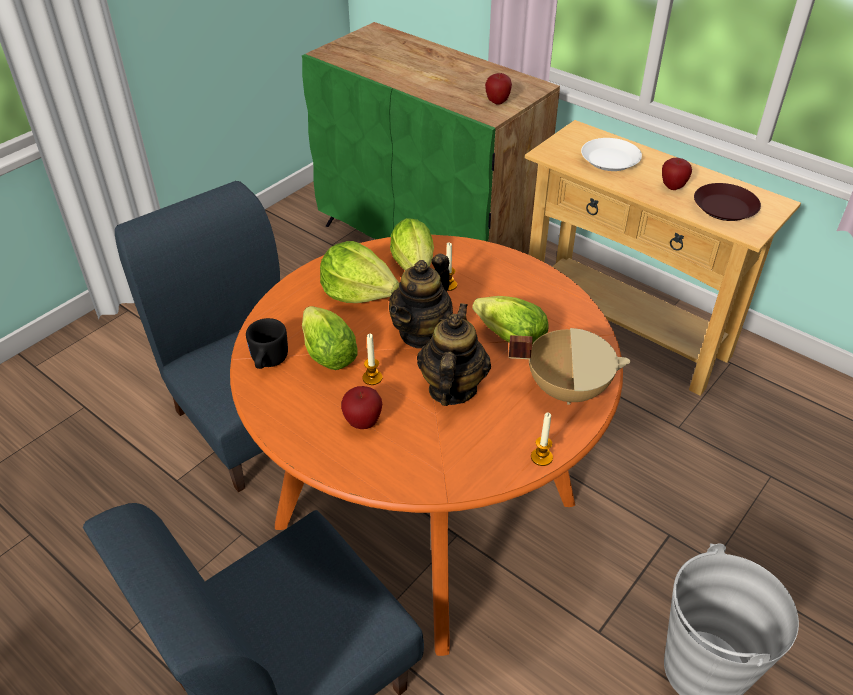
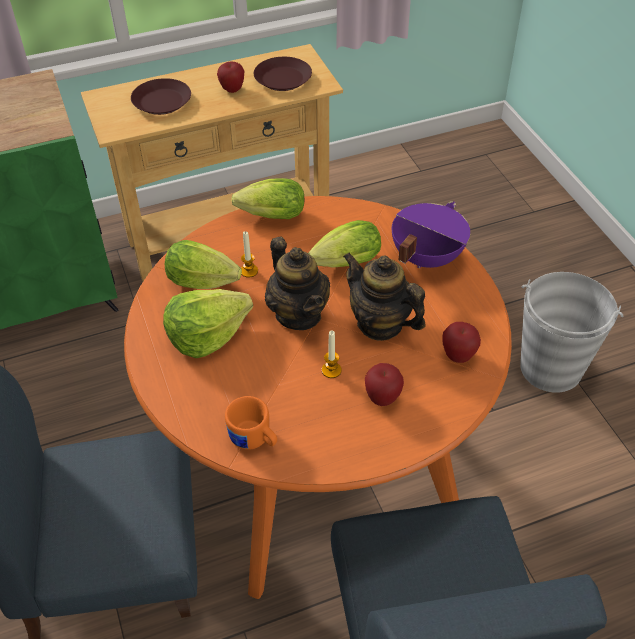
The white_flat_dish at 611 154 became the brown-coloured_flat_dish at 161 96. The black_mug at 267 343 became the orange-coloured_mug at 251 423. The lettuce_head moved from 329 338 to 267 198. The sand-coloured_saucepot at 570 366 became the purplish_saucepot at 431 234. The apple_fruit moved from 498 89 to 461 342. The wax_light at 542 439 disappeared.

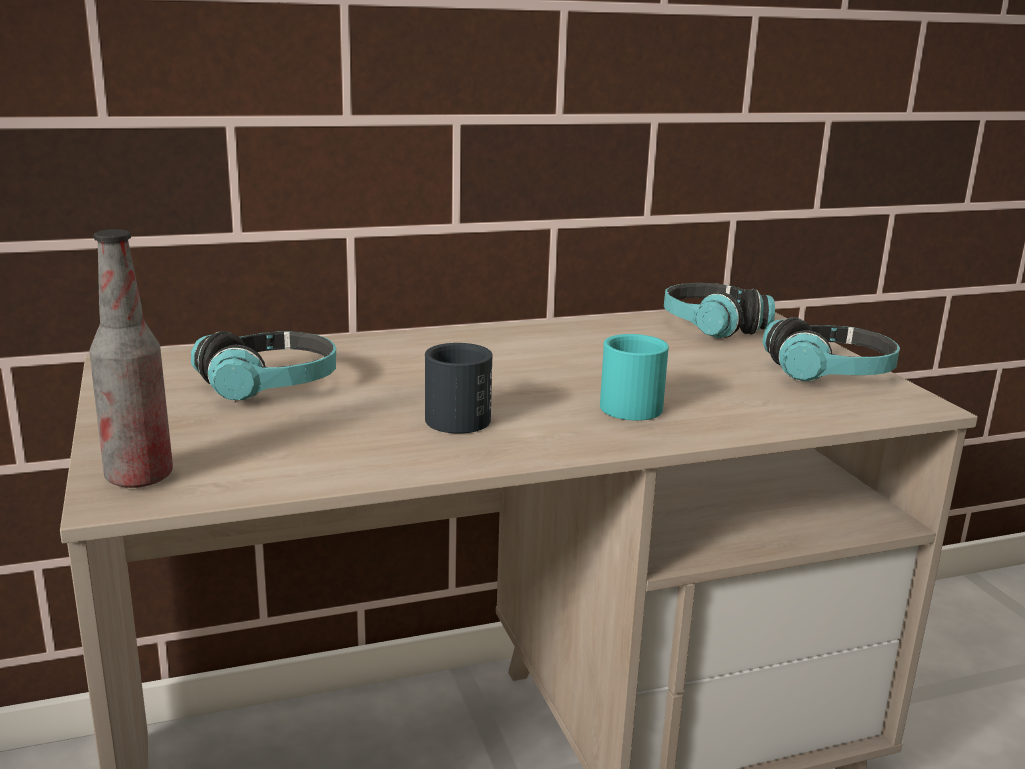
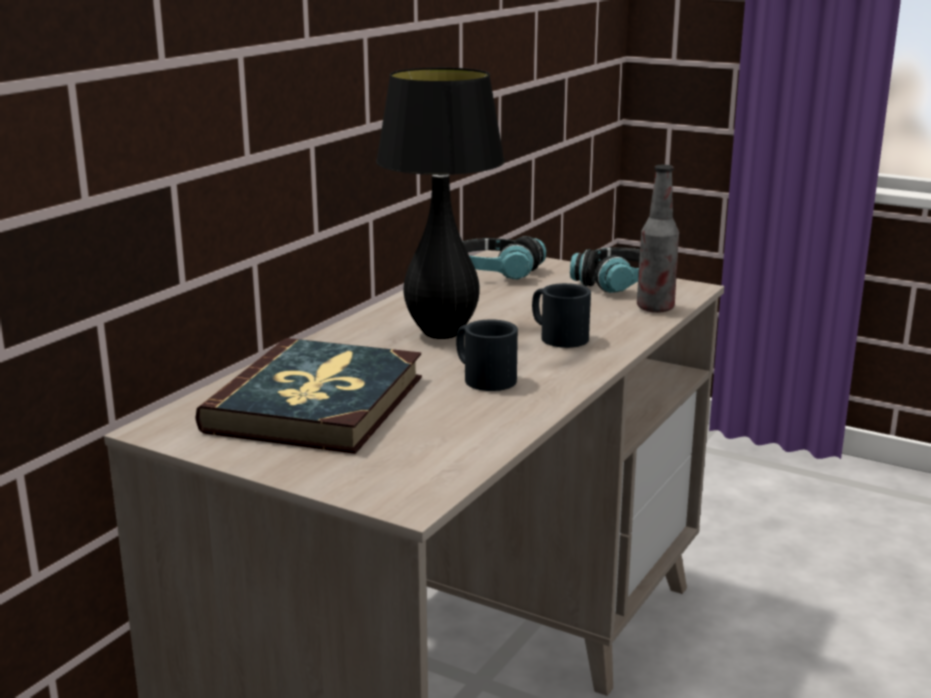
The headphones at 263 366 was replaced by the bound_book at 308 396. The black_table_lamp at 440 203 appeared. The blue-green_mug at 634 377 became the black_mug at 561 315. The drink_bottle moved from 131 358 to 658 239.

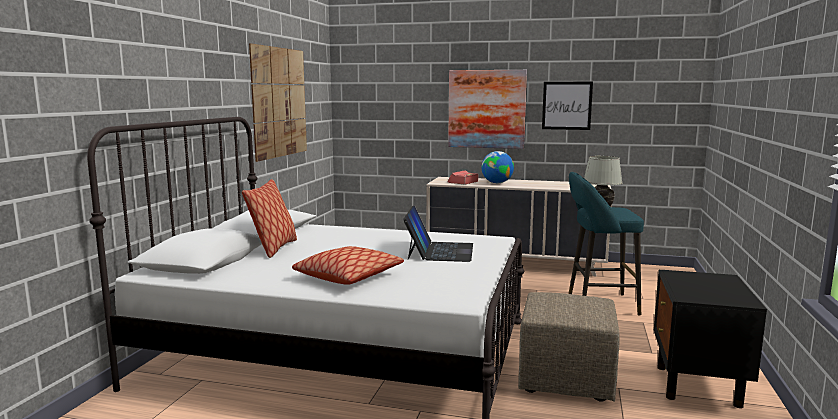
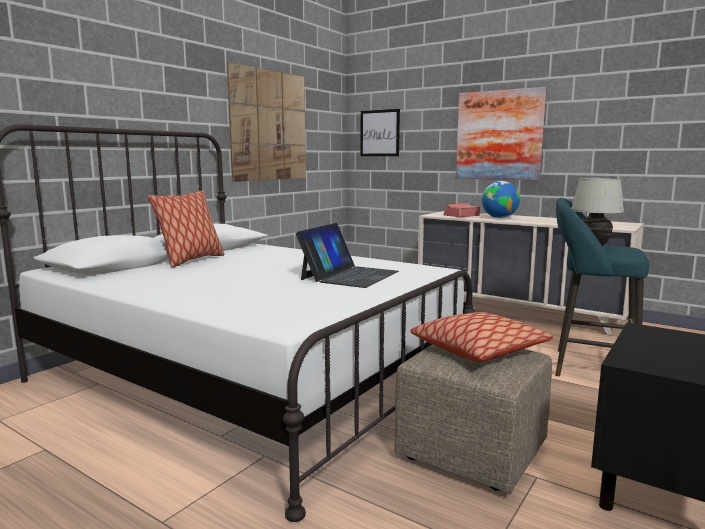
The wall_art moved from 567 106 to 380 132. The cushion moved from 348 265 to 481 337.

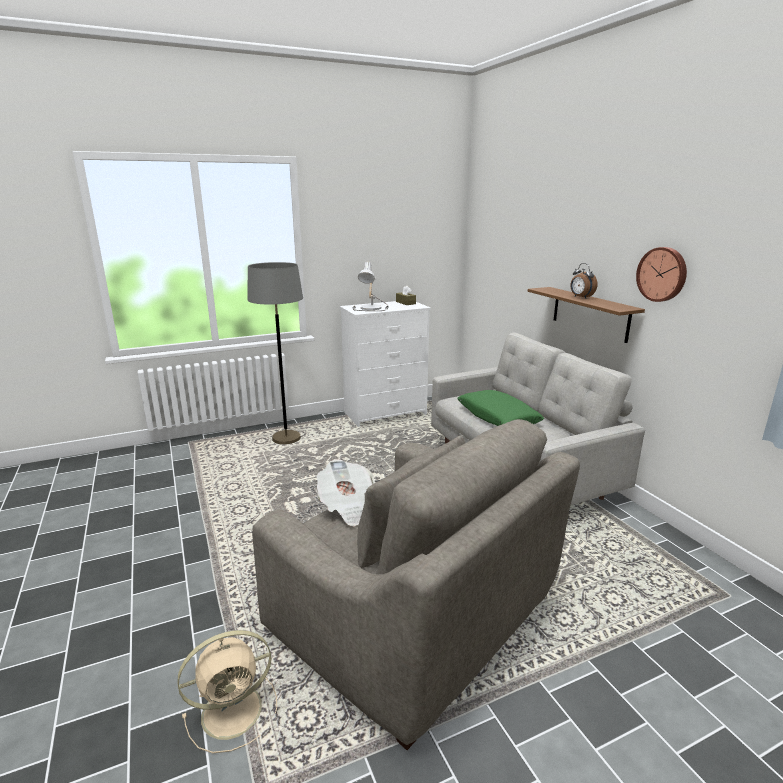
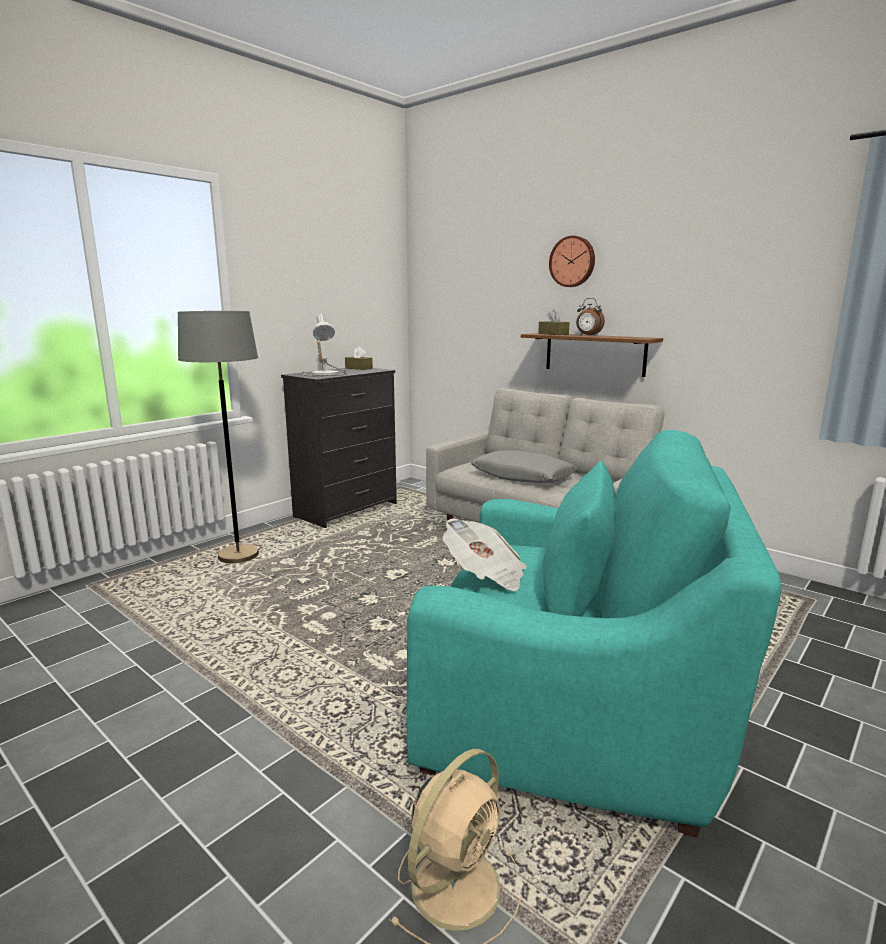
The white_dresser at 385 364 became the black_dresser at 339 448. The gray_easy_chair at 416 584 became the blue-green_easy_chair at 594 633. The green-coloured_cushion at 500 408 became the gray_cushion at 524 466. The brown-coloured_tissue_box at 554 322 appeared. The hanging_clock moved from 661 274 to 572 261.

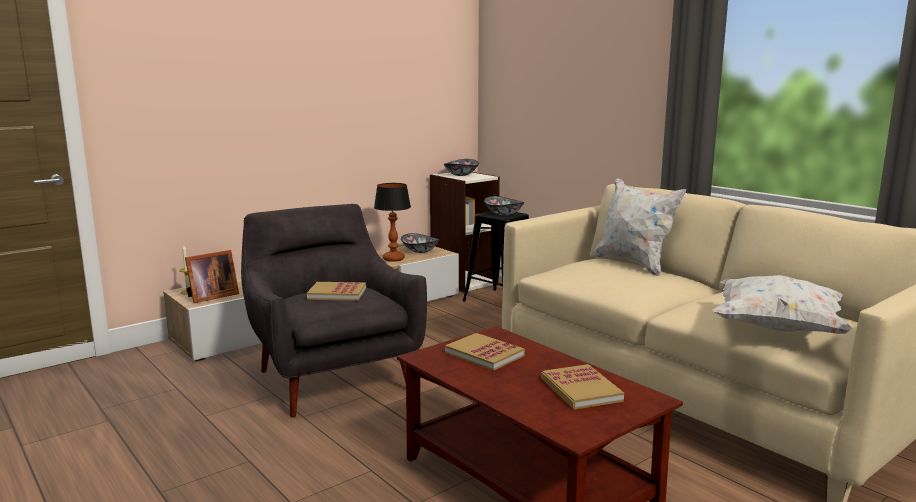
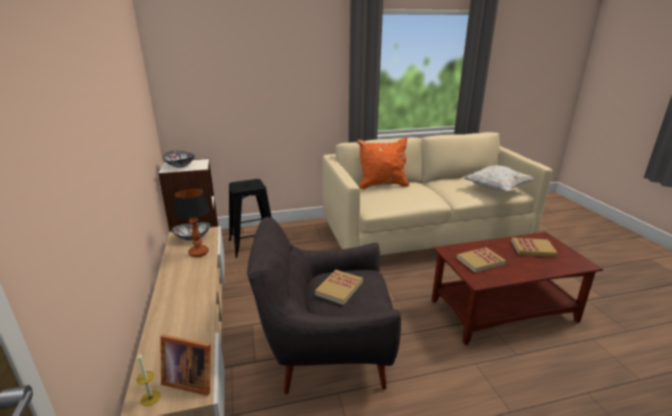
The picture_frame at 212 276 turned 120 degrees clockwise. The white_cushion at 639 227 became the orange-coloured_cushion at 383 163. The serving_bowl at 504 206 disappeared.

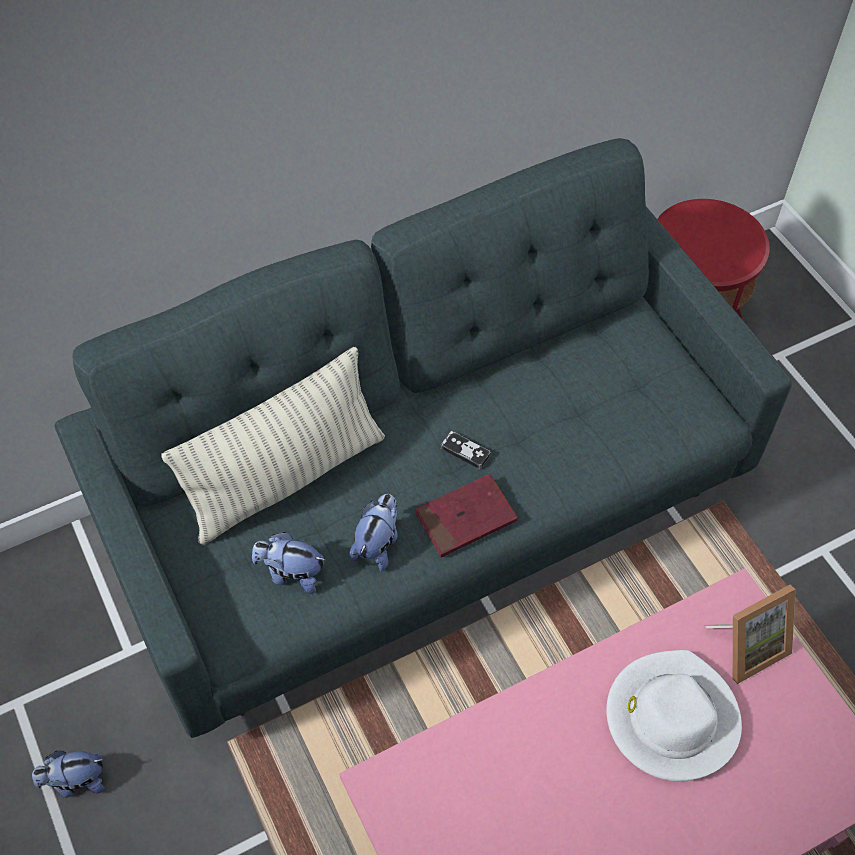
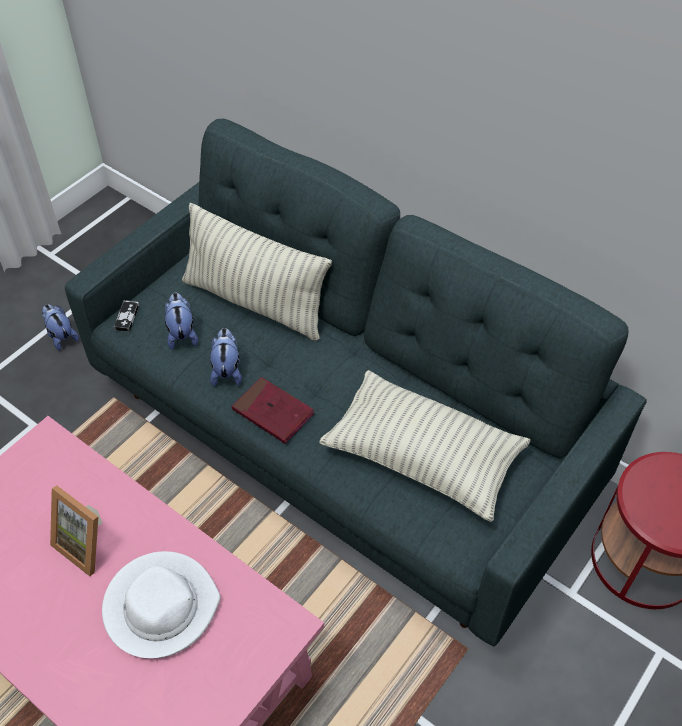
The picture_frame moved from 750 634 to 76 531. The game_controller moved from 466 450 to 126 316. The cuddly_toy at 374 532 turned 90 degrees counterclockwise. The cushion at 425 446 appeared.

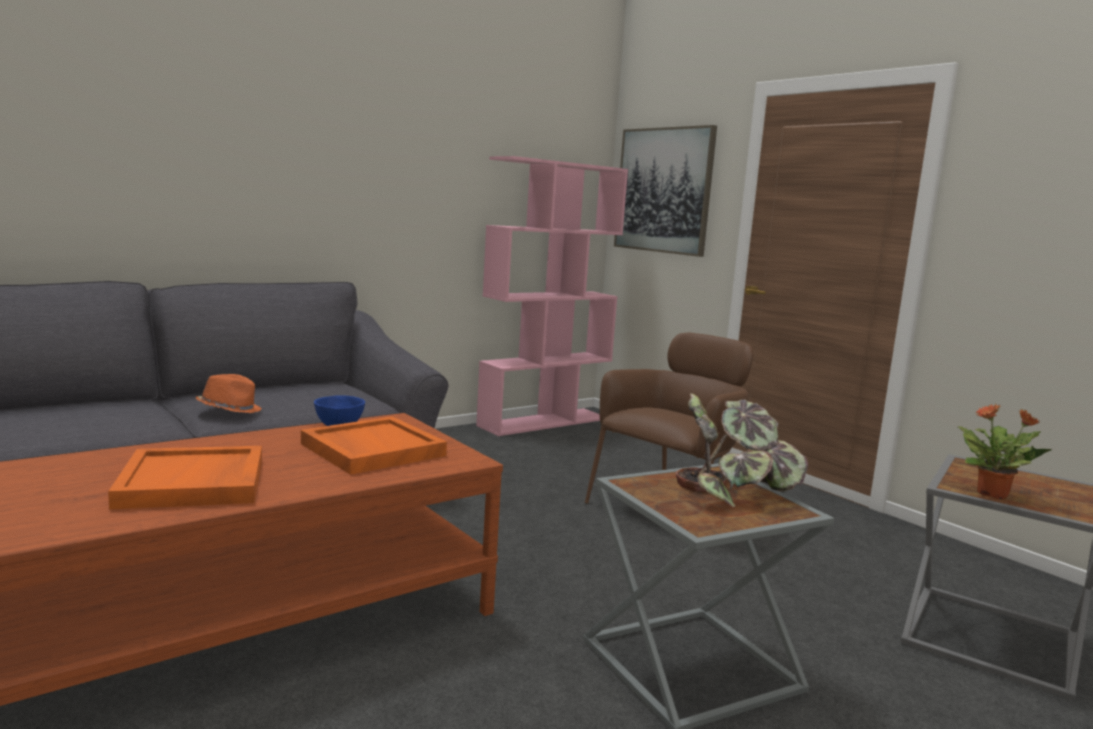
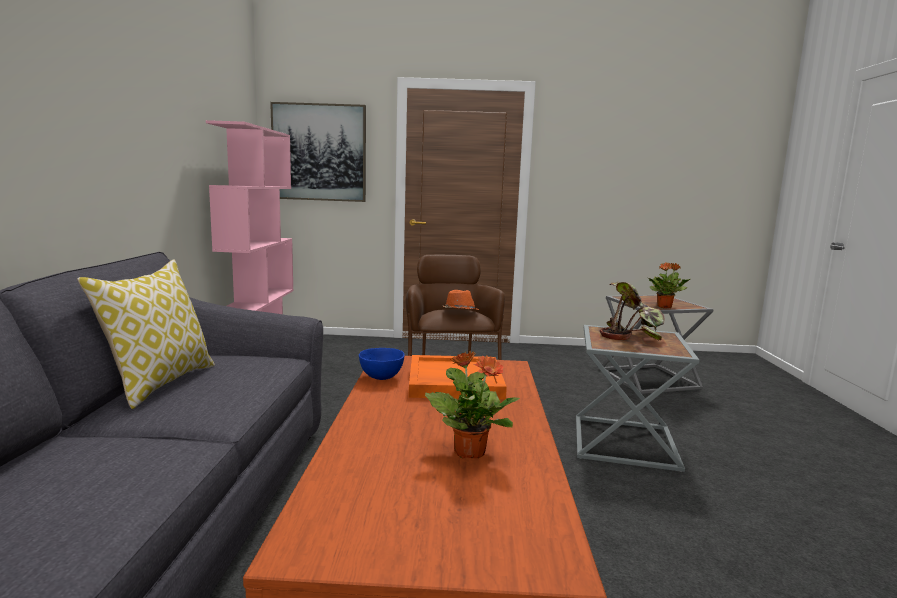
The cushion at 146 334 appeared. The orange-coloured_carrying_tray at 185 478 was replaced by the houseplant at 472 404. The orange-coloured_hat moved from 228 393 to 461 300.

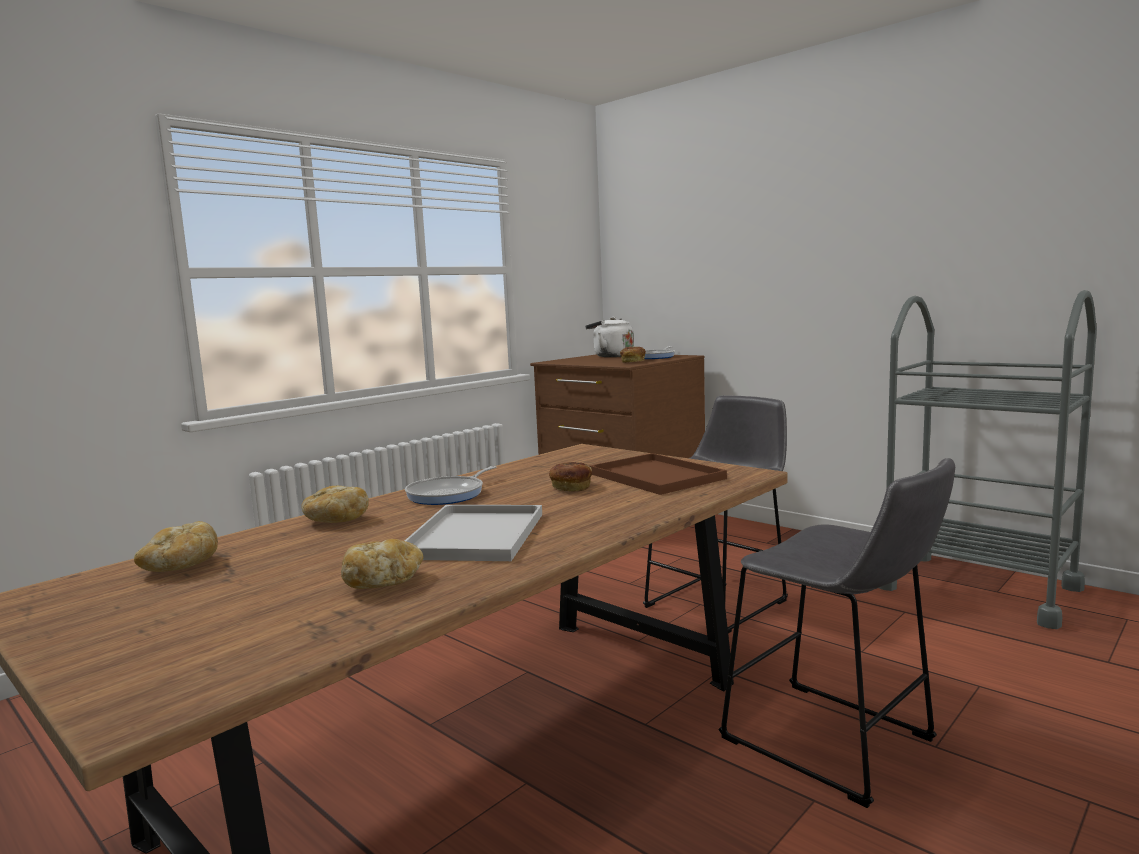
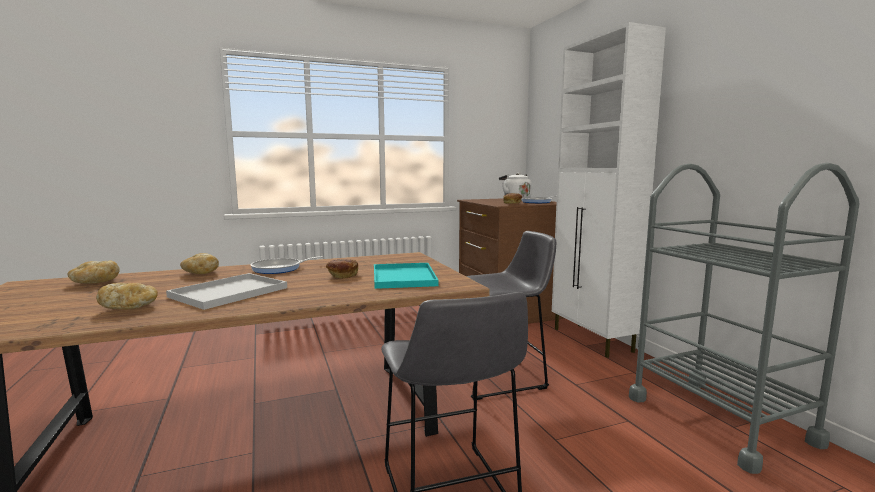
The brown-coloured_carrying_tray at 658 474 became the blue-green_carrying_tray at 406 276. The white_cabinet at 609 190 appeared.

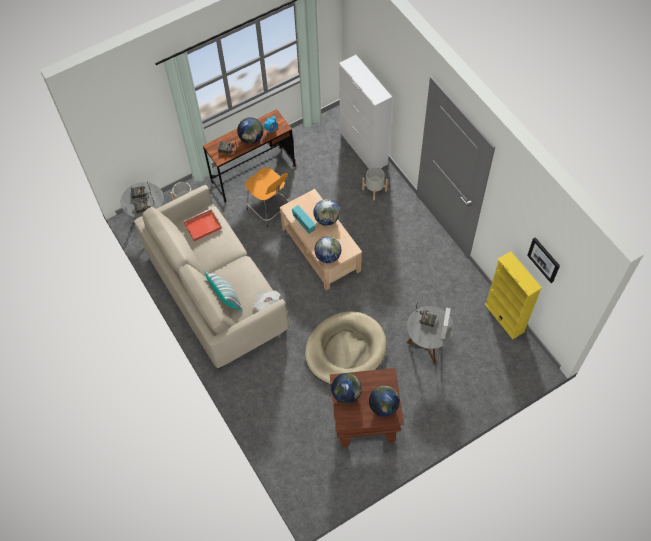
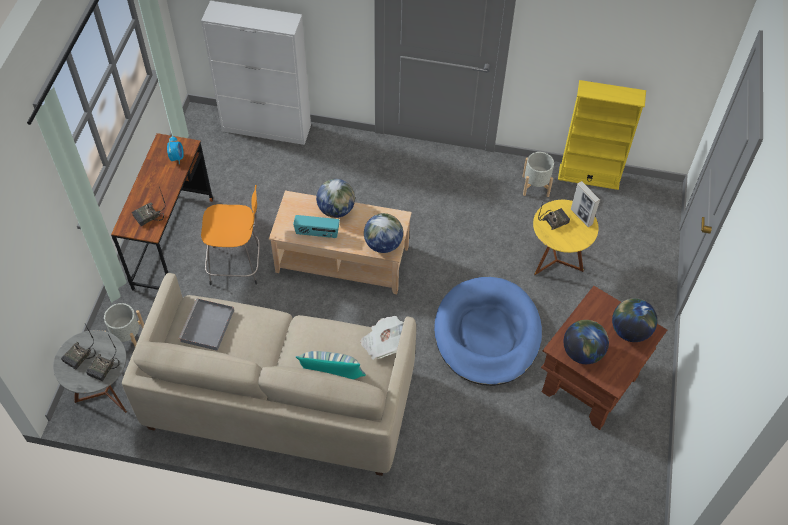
The red_carrying_tray at 203 225 became the gray_carrying_tray at 206 325. The sand-coloured_dog_bed at 346 347 became the bluish_dog_bed at 488 331. The gray_plant_pot moved from 375 183 to 538 174. The gray_accent_table at 430 335 became the yellow-coloured_accent_table at 566 237. The globe at 250 130 disappeared. The wall_art at 543 260 disappeared.

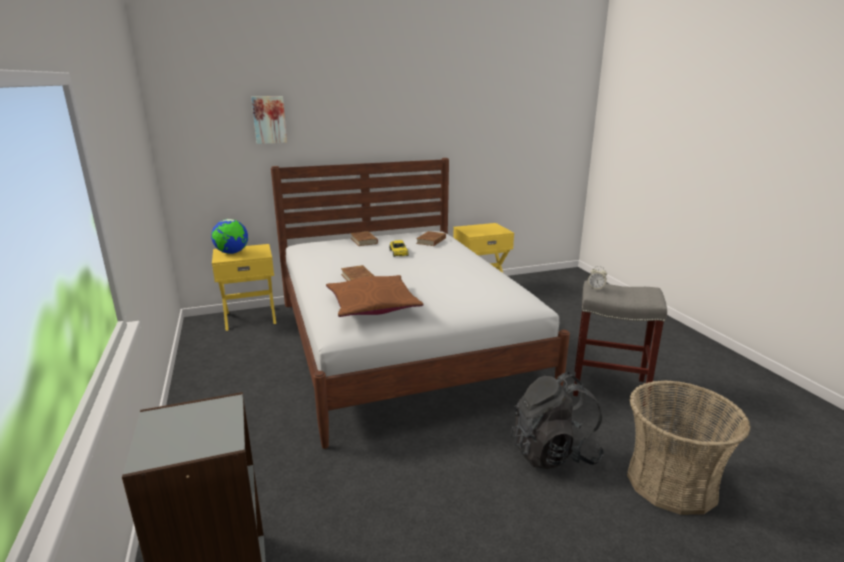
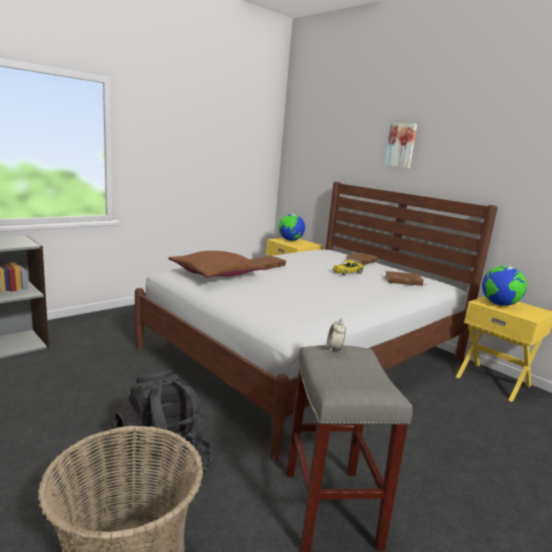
The wall_art moved from 269 120 to 400 145. The globe at 504 286 appeared.

